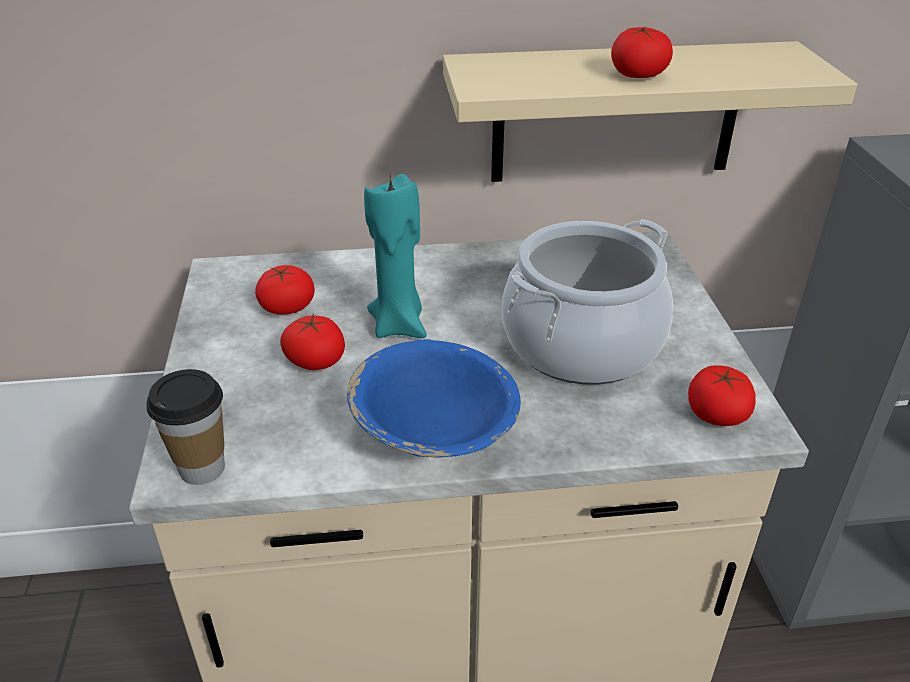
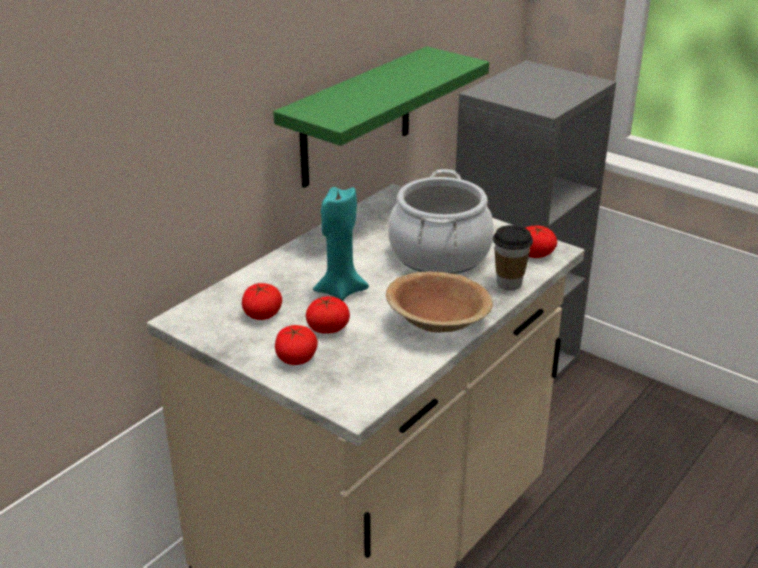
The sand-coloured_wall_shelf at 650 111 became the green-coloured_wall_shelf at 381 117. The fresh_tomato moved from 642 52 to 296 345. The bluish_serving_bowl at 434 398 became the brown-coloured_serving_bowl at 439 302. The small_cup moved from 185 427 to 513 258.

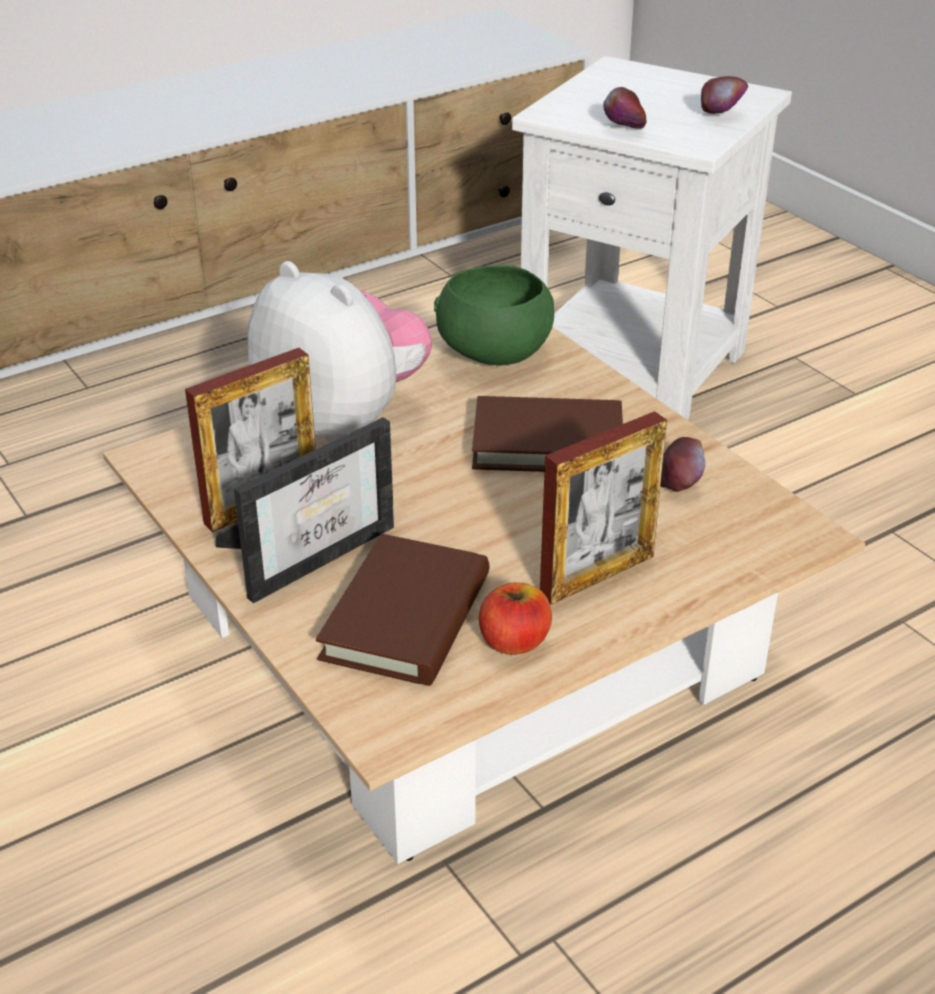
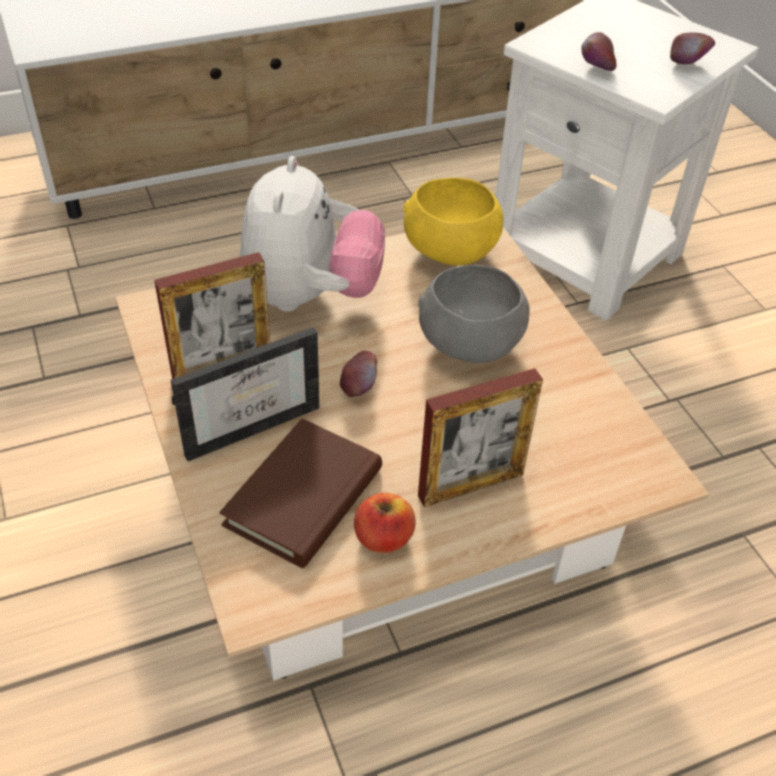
The cuddly_toy at 339 351 turned 45 degrees clockwise. The apple_fruit moved from 683 464 to 358 374. The green-coloured_serving_bowl at 494 315 became the yellow-coloured_serving_bowl at 453 221. The brown-coloured_bound_book at 547 434 was replaced by the gray_serving_bowl at 474 314.

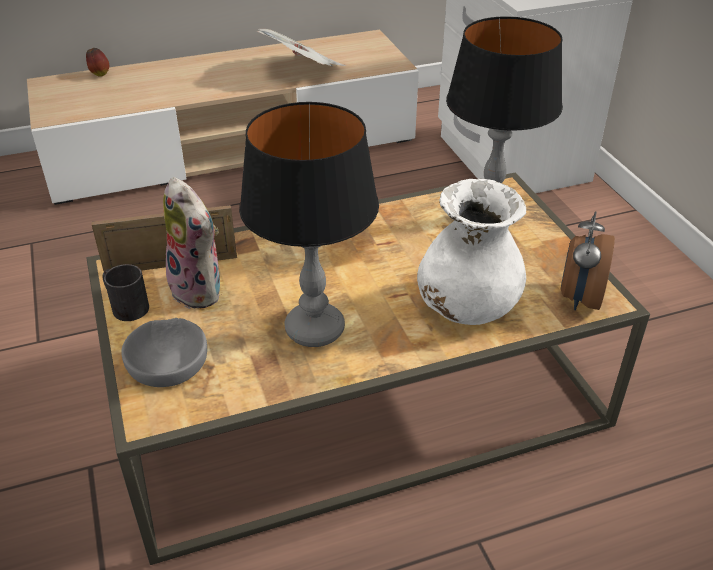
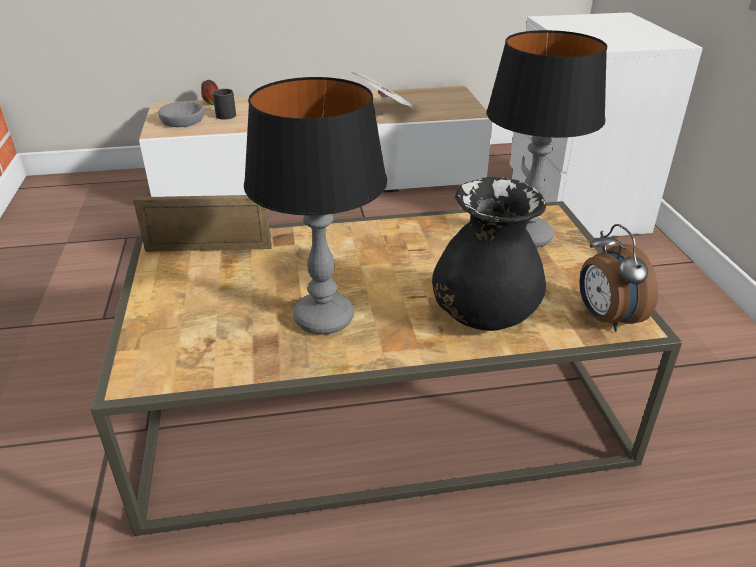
The gray_serving_bowl moved from 164 352 to 181 114. The black_mug moved from 126 292 to 224 104. The white_flower_vase at 471 252 became the black_flower_vase at 489 254. The bedside_clock at 587 260 turned 45 degrees counterclockwise. The cuddly_toy at 191 243 disappeared.

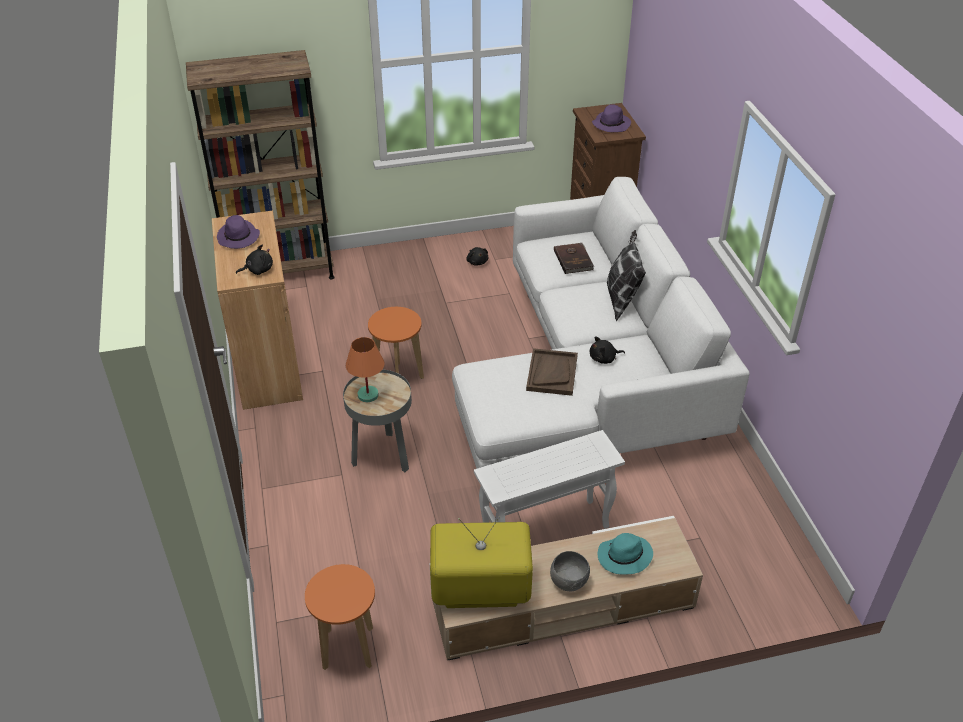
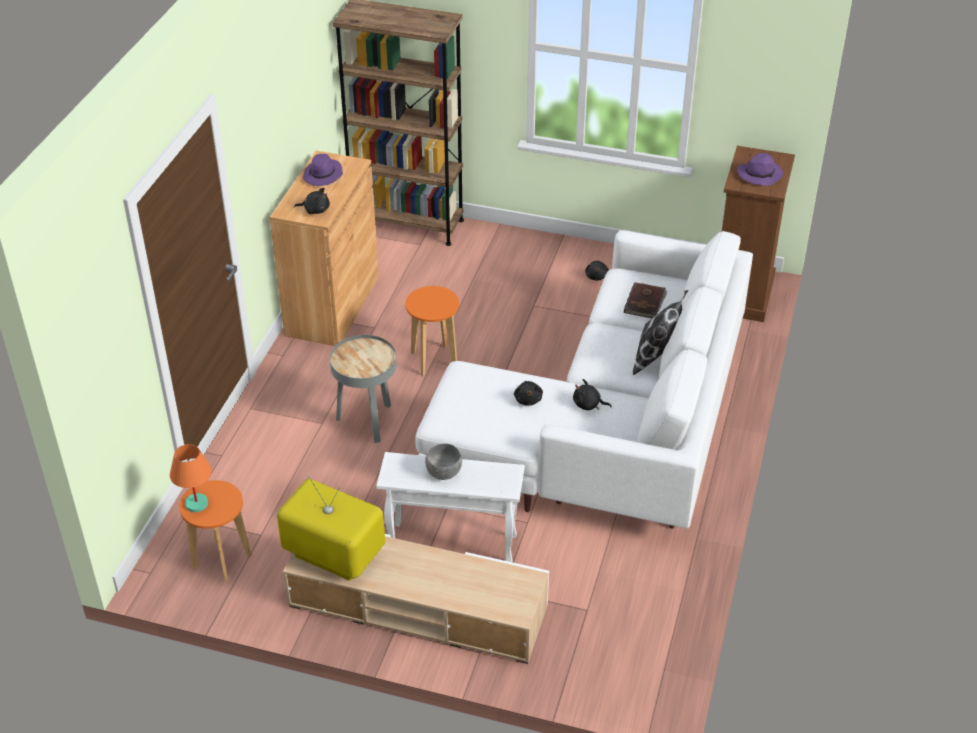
The orange-coloured_table_lamp moved from 365 369 to 191 478. The gray_serving_bowl moved from 570 571 to 443 461. The brown-coloured_carrying_tray at 552 372 was replaced by the black_cuddly_toy at 528 393. The blue-green_hat at 625 554 disappeared.

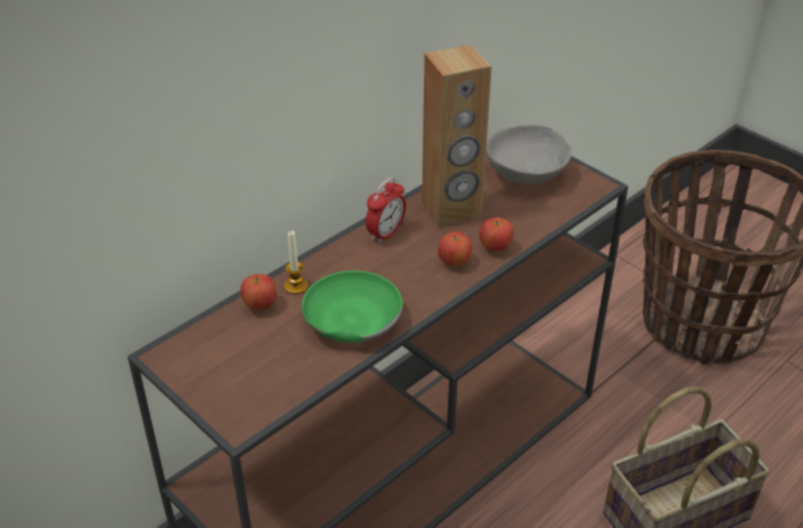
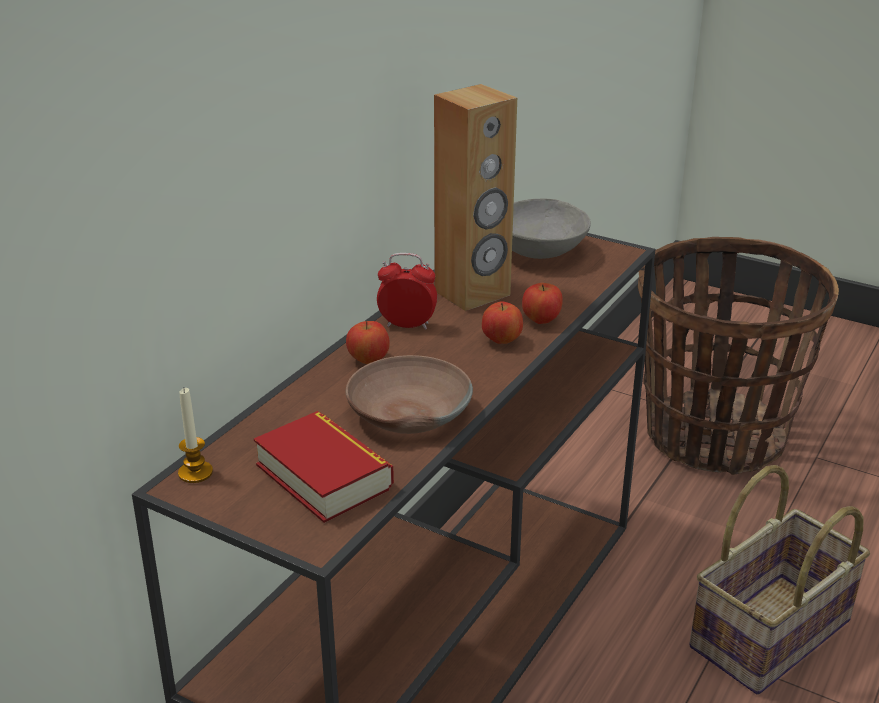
The wax_light moved from 296 262 to 195 435. The bound_book at 324 467 appeared. The green-coloured_serving_bowl at 352 307 became the brown-coloured_serving_bowl at 409 394. The apple_fruit moved from 258 292 to 368 342. The bedside_clock at 386 210 turned 105 degrees counterclockwise.

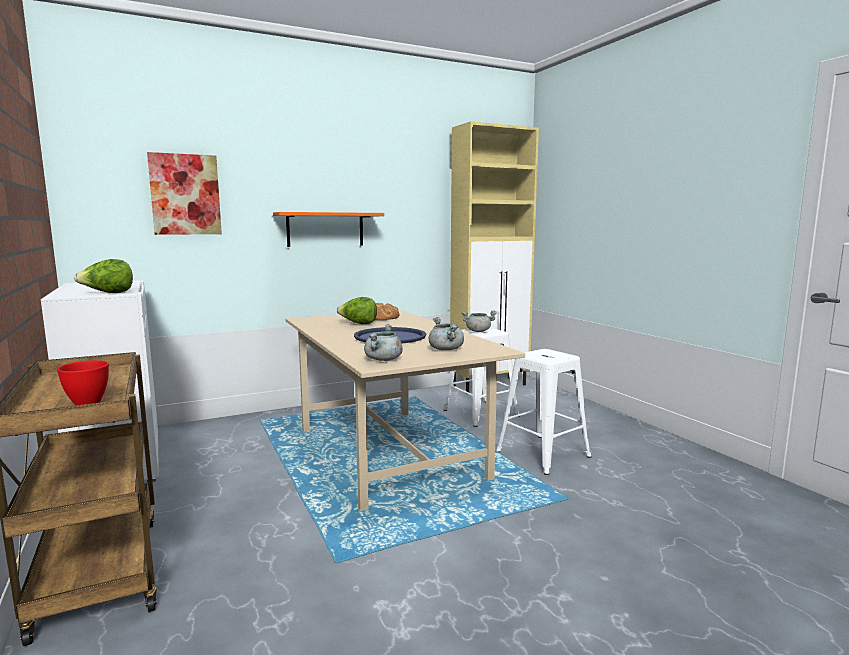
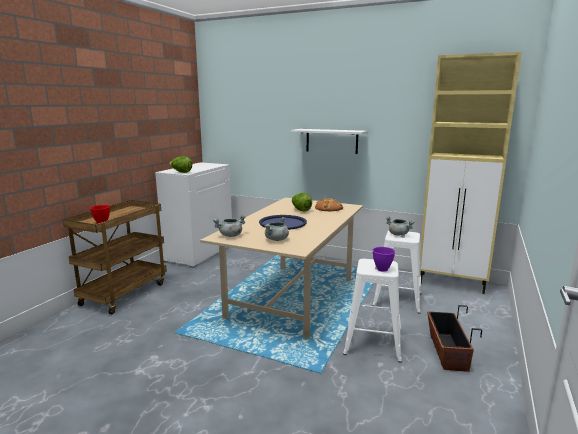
The orange-coloured_wall_shelf at 328 229 became the white_wall_shelf at 329 141. The purplish_serving_bowl at 384 259 appeared. The plant_pot at 454 338 appeared. The wall_art at 184 193 disappeared.

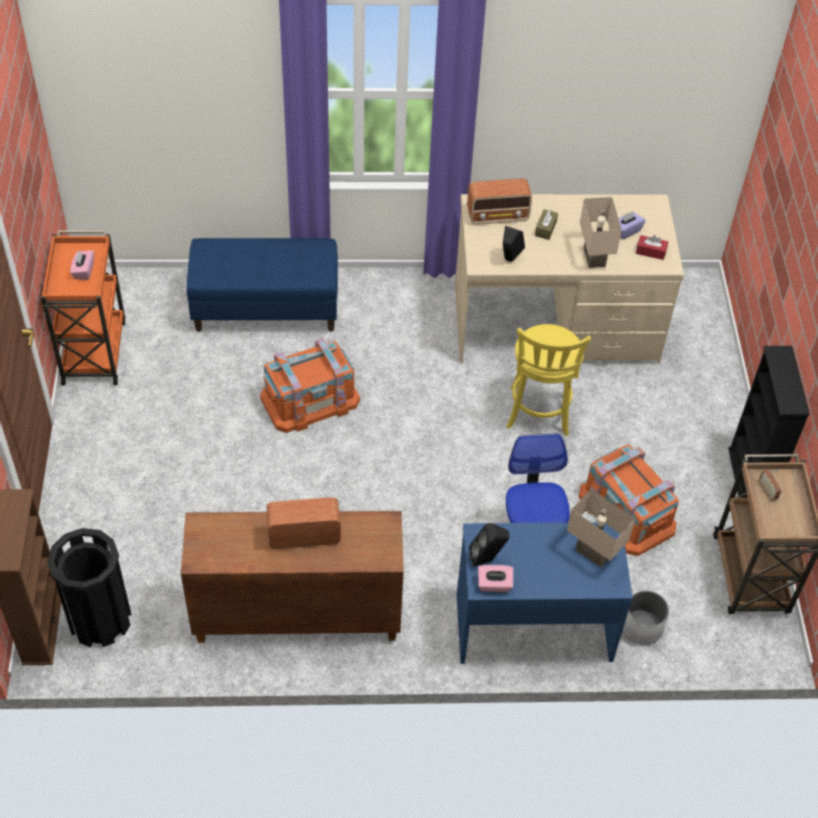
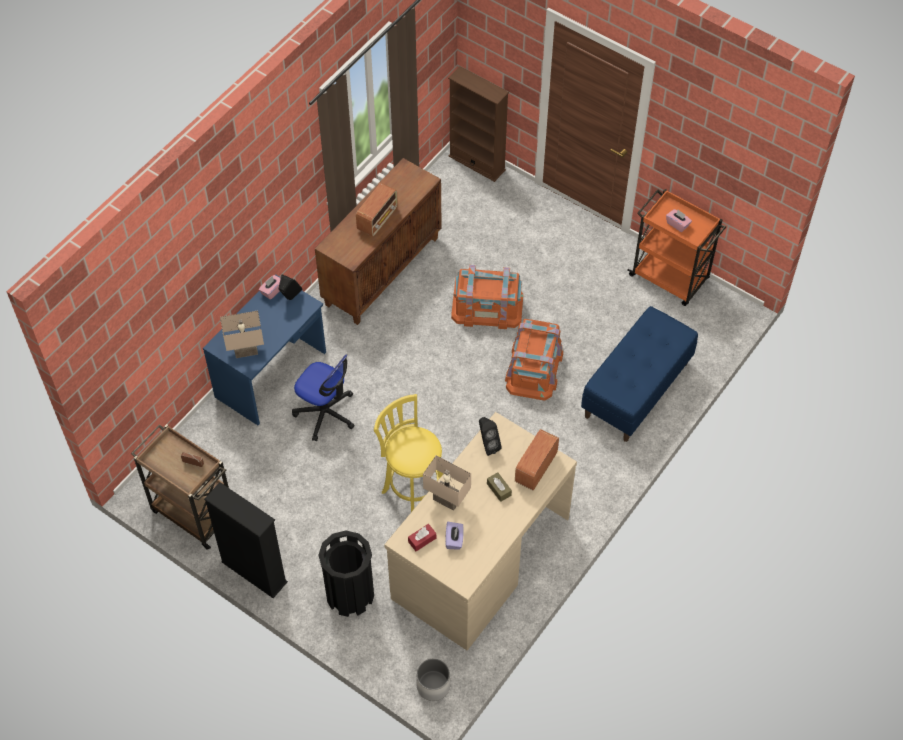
The black_waste_bin moved from 89 587 to 346 573. The white_plant_pot moved from 646 617 to 433 679. The orange-coloured_storage_container moved from 629 500 to 487 297.

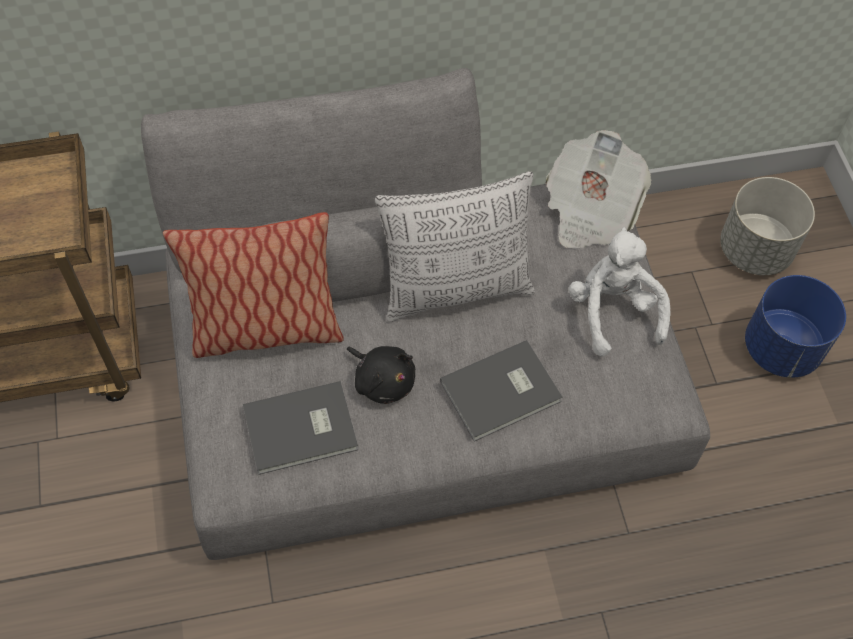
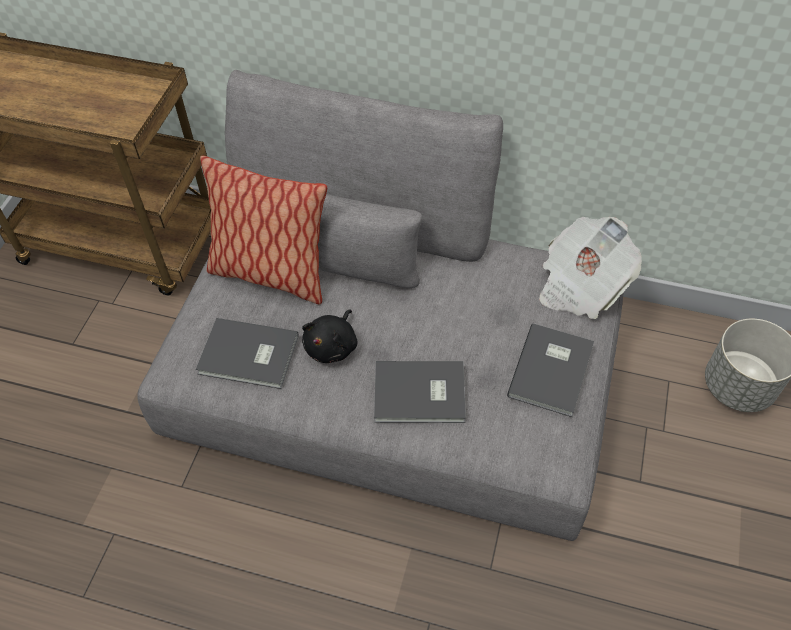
The black_cuddly_toy at 381 375 turned 45 degrees clockwise. The white_cuddly_toy at 620 292 was replaced by the gray_bound_book at 550 370. The cushion at 455 246 disappeared. The bluish_plant_pot at 795 326 disappeared.

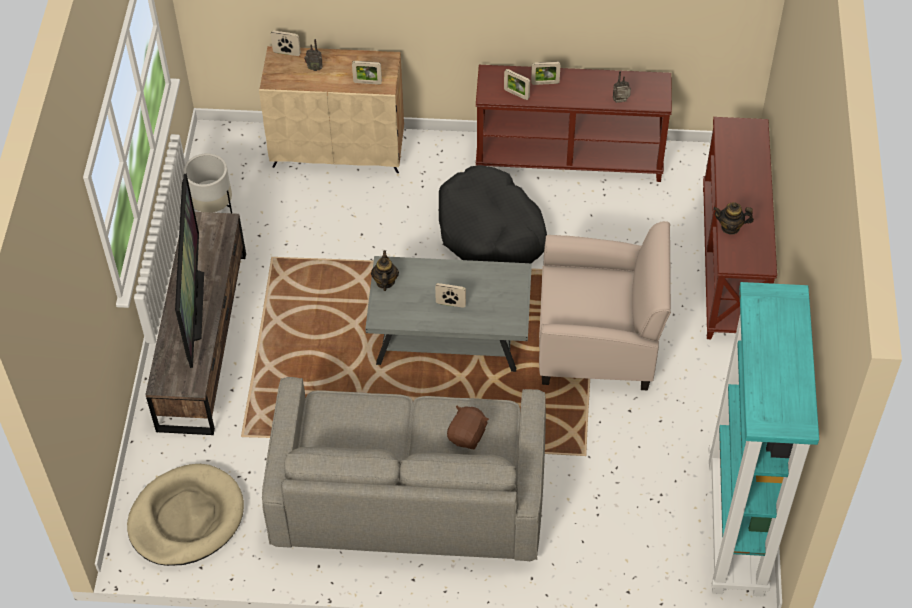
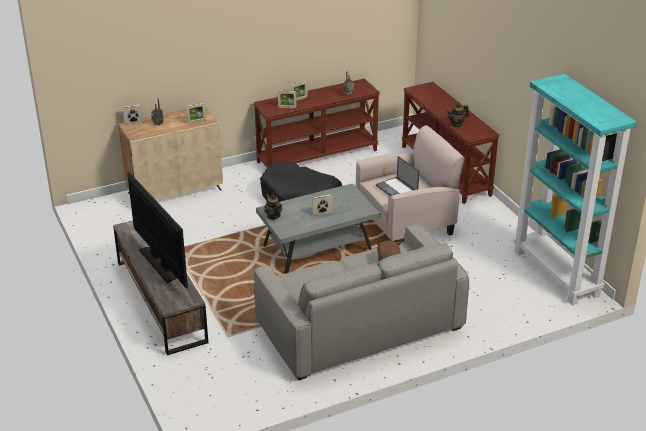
The laptop at 397 176 appeared. The sand-coloured_dog_bed at 185 515 disappeared. The white_plant_pot at 207 183 disappeared.

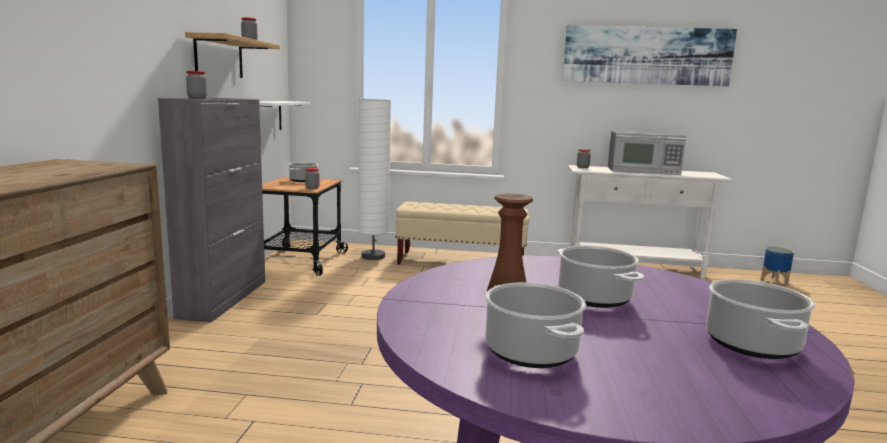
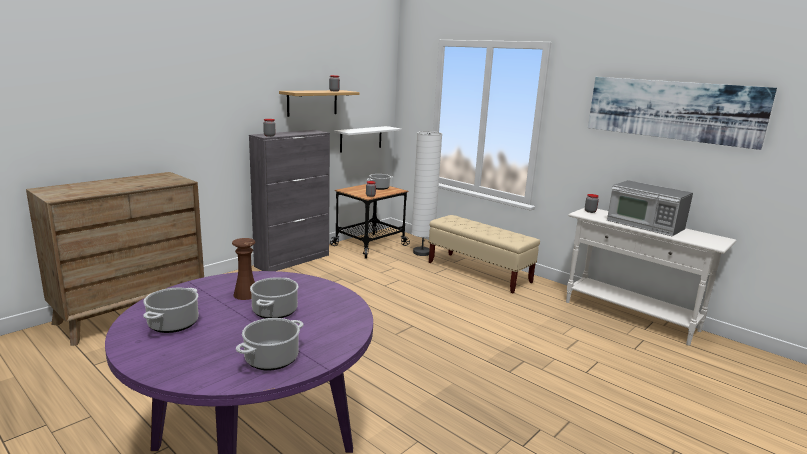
The plant_pot at 777 265 disappeared.

